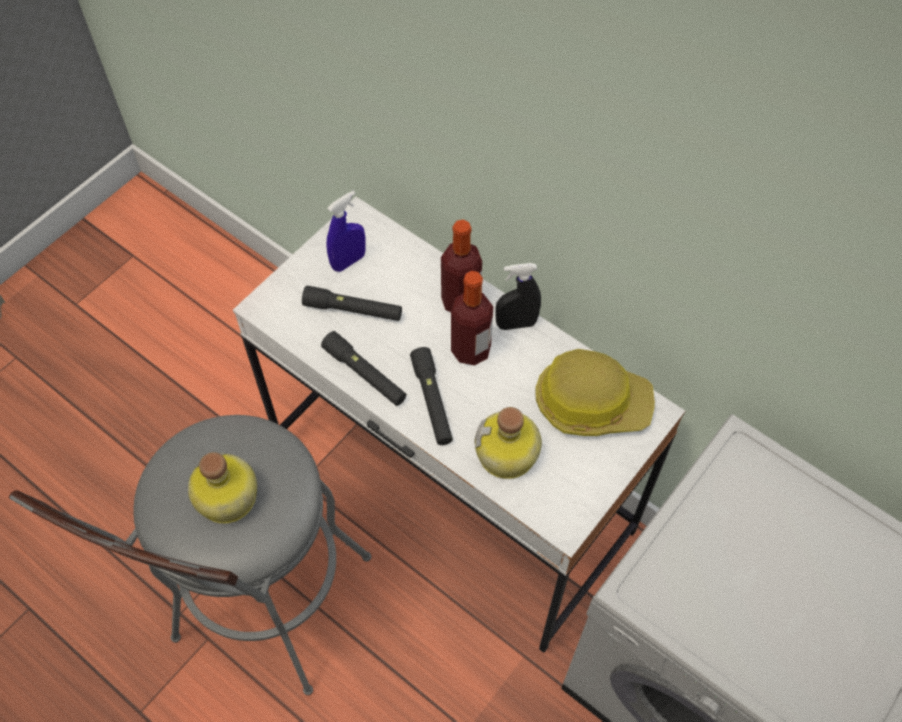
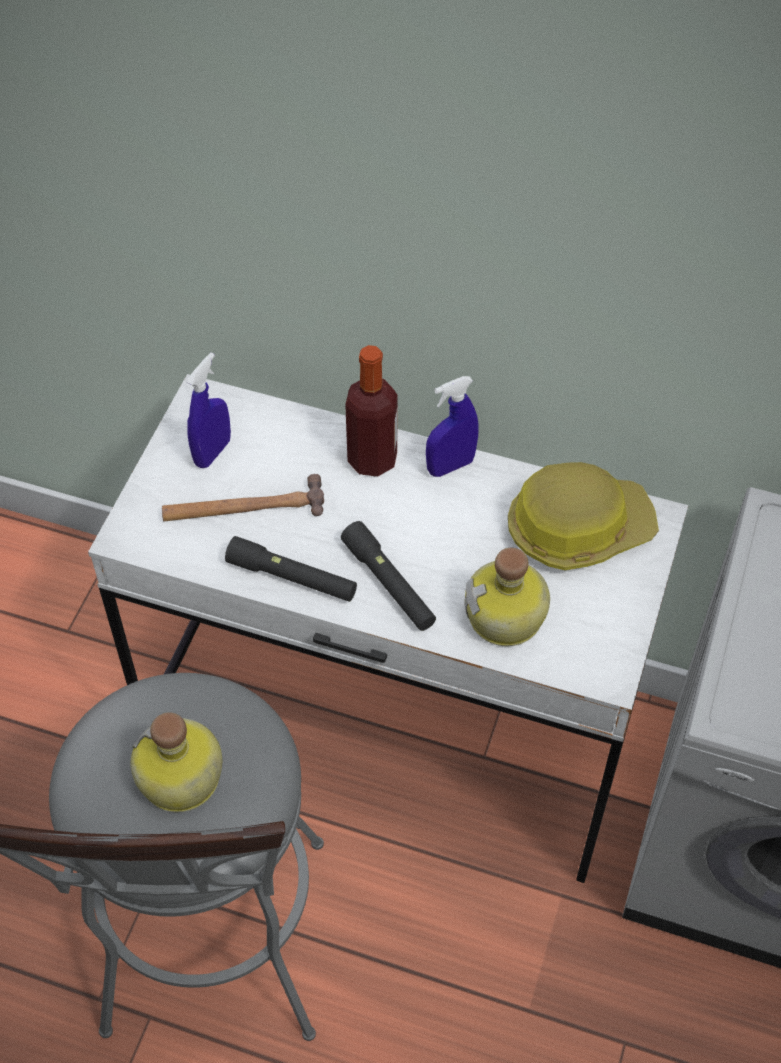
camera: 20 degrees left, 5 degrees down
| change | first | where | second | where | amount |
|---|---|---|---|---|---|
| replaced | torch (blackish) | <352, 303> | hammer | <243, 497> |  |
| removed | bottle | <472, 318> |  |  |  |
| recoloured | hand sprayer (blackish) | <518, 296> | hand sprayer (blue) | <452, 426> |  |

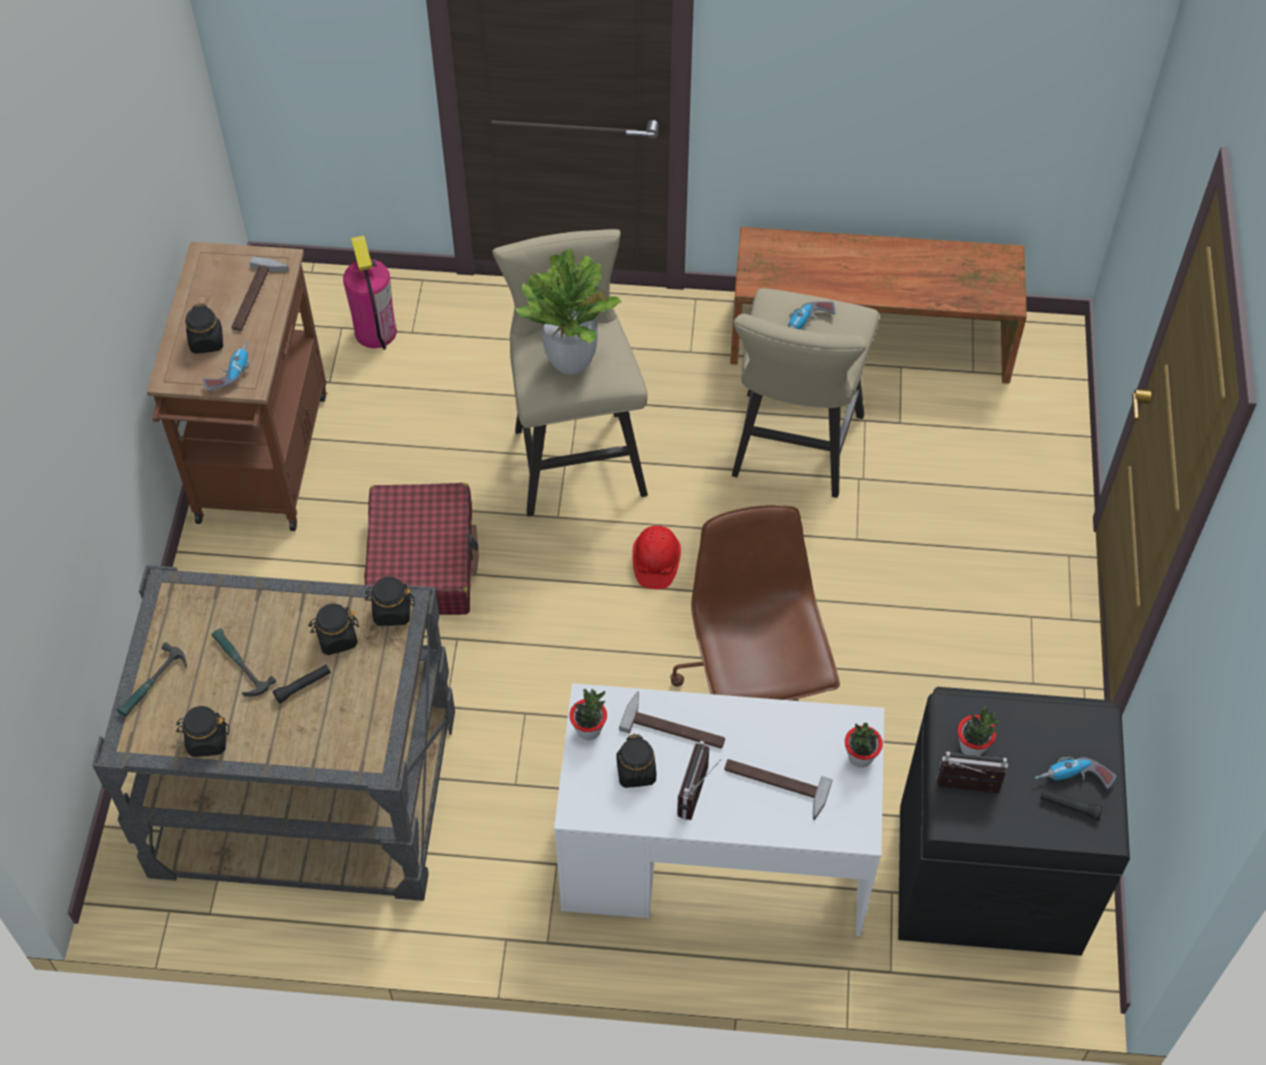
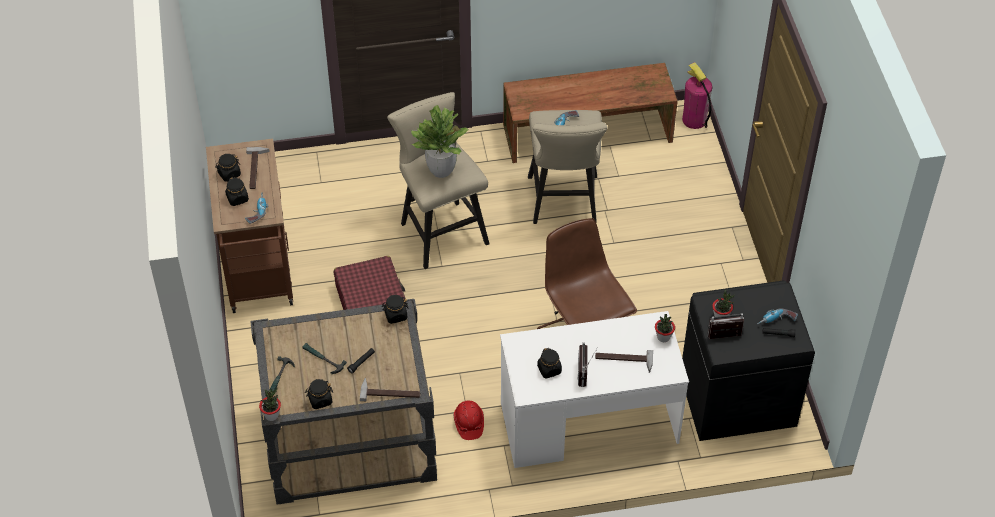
camera: 15 degrees left, 5 degrees down
| change | first | where | second | where | amount |
|---|---|---|---|---|---|
| moved | storage jar (blackish) | <333, 629> |  | <228, 168> |  |
| moved | fire extinguisher | <370, 292> |  | <697, 95> |  |
| moved | plant in a pot | <588, 714> |  | <270, 404> |  |
| moved | hammer | <672, 720> |  | <390, 389> |  |
| moved | hard hat (reddish) | <656, 557> |  | <469, 420> |  |

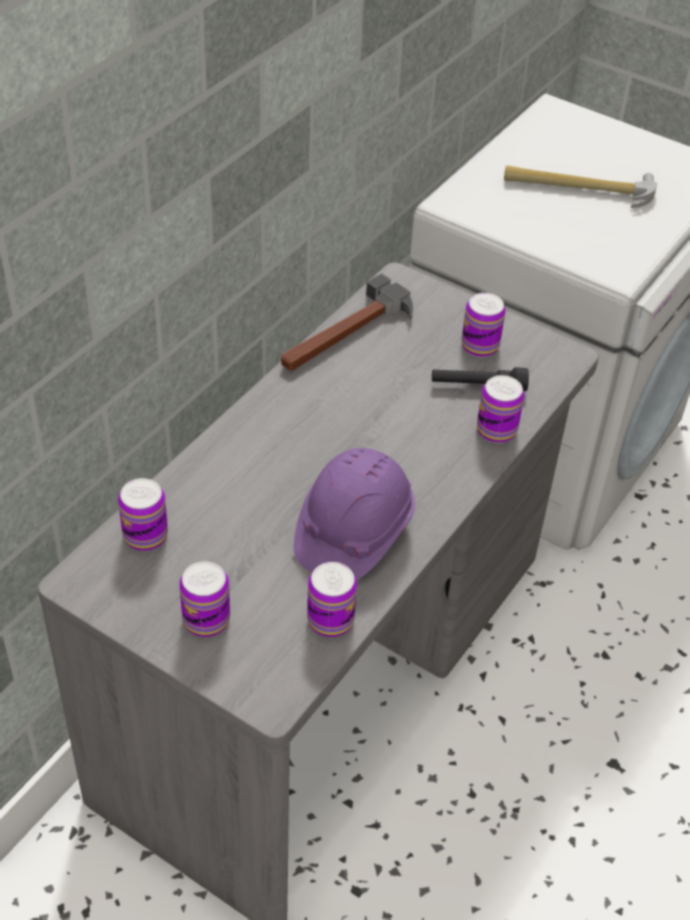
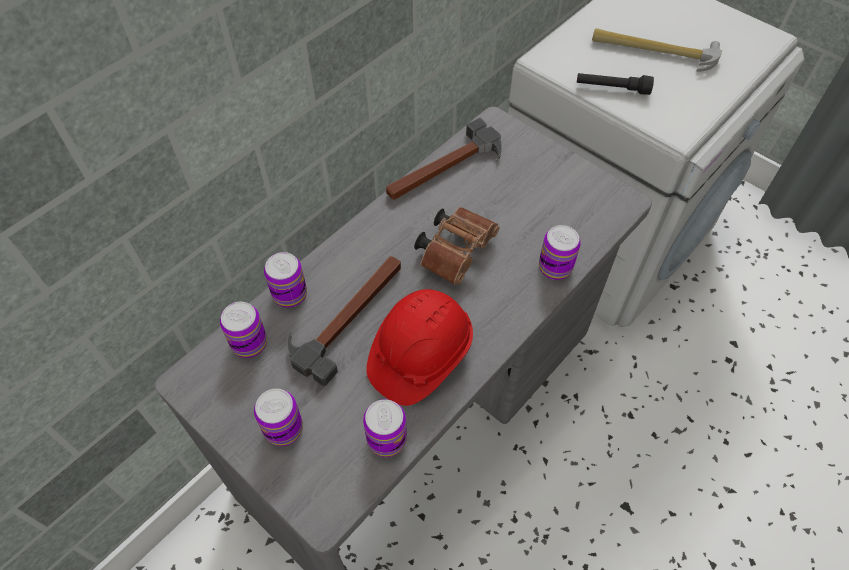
camera: 10 degrees right, 10 degrees up
| change | first | where | second | where | amount |
|---|---|---|---|---|---|
| recoloured | hard hat (purple-coloured) | <354, 514> | hard hat (reddish) | <419, 347> |  |
| moved | torch (blackish) | <480, 379> |  | <615, 84> |  |
| moved | sealed can | <484, 325> |  | <285, 280> |  |
| added |  |  | hammer | <344, 321> |  |
| added |  |  | pair of binoculars (brown-coloured) | <457, 246> |  |

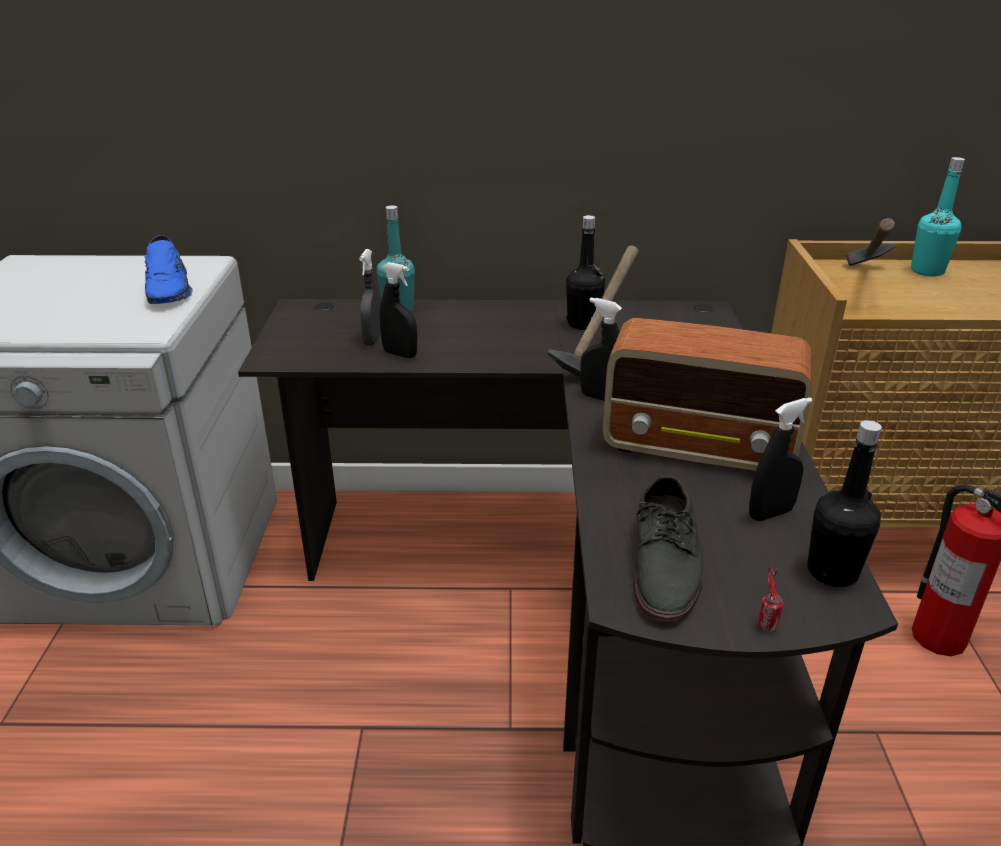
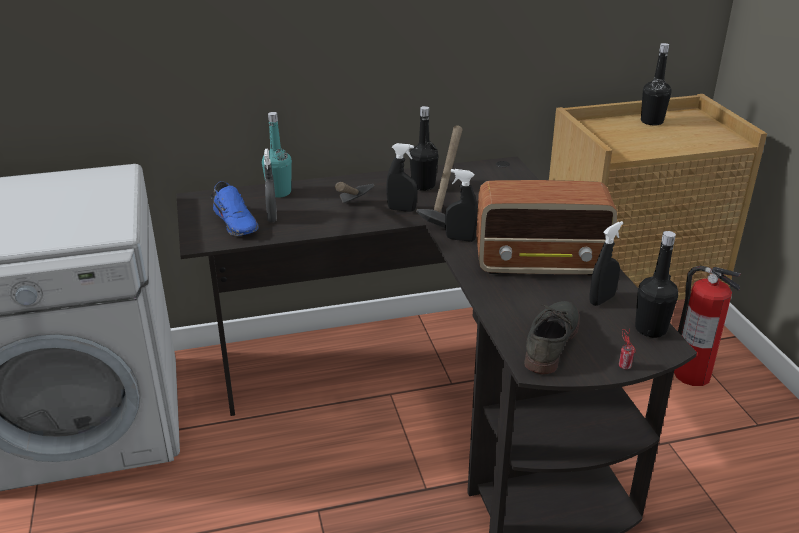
camera: 15 degrees left, 0 degrees up
| change | first | where | second | where | amount |
|---|---|---|---|---|---|
| moved | item of footwear (blue) | <168, 269> |  | <236, 208> |  |
| moved | hand sprayer (blackish) | <398, 310> |  | <402, 177> |  |
| turned | item of footwear (grey) | <668, 549> |  | <552, 337> | 150 degrees counterclockwise |
| moved | hammer | <871, 242> |  | <355, 192> |  |
| recoloured | bottle (blue-green) | <938, 216> | bottle (blackish) | <656, 84> |  |

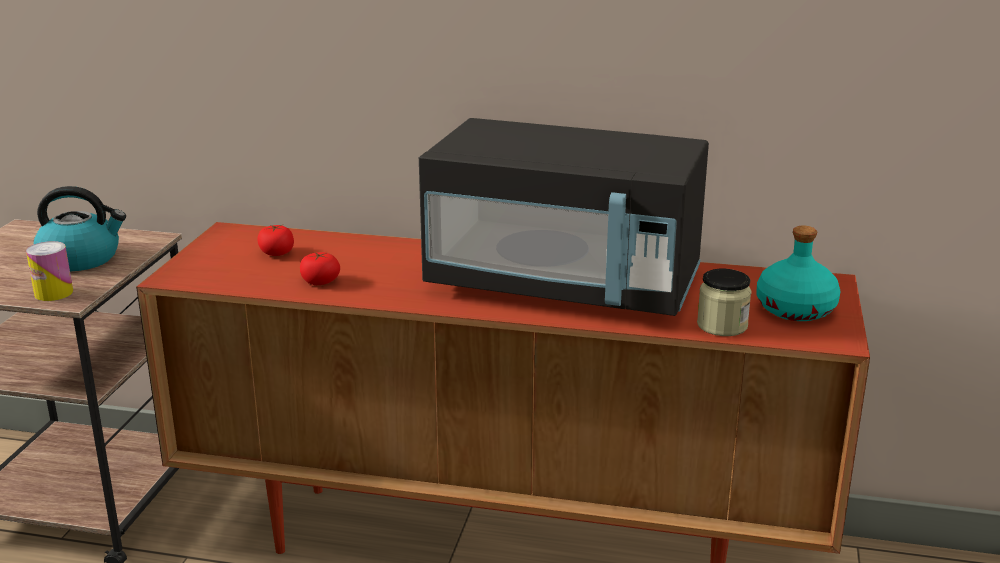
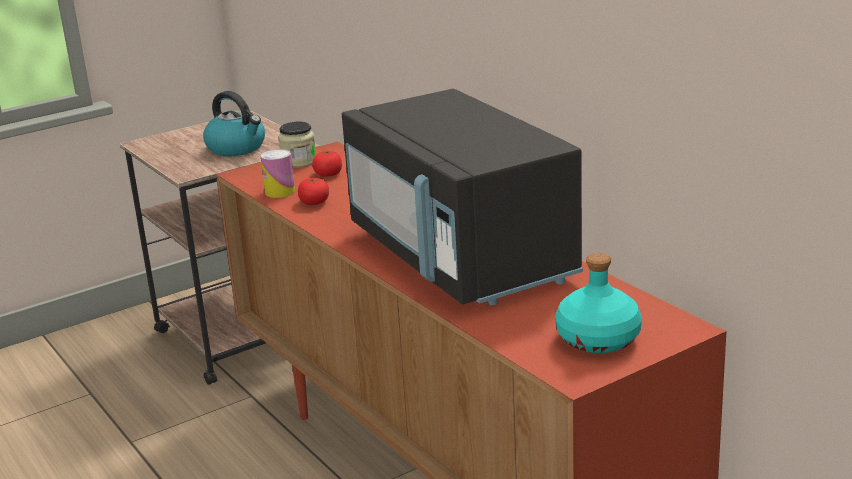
camera: 45 degrees right, 0 degrees up
| change | first | where | second | where | amount |
|---|---|---|---|---|---|
| moved | sealed can | <49, 271> |  | <278, 173> |  |
| moved | storage jar | <724, 302> |  | <297, 145> |  |

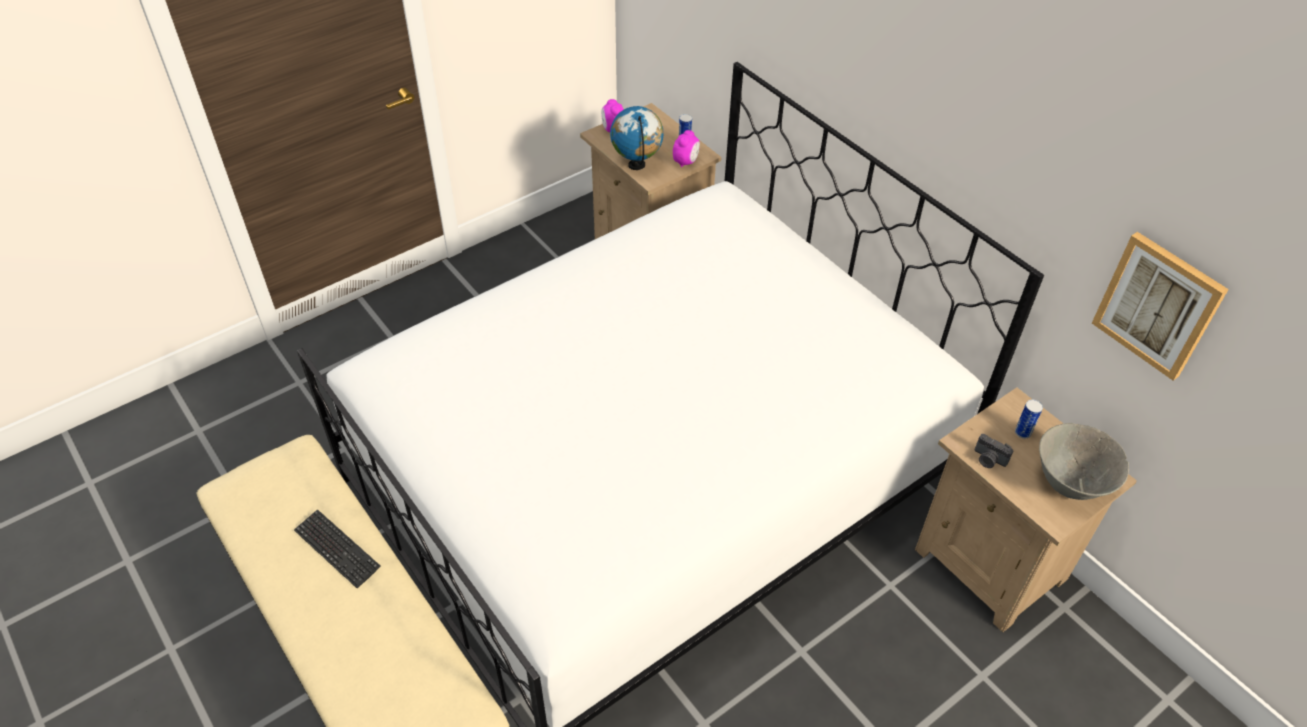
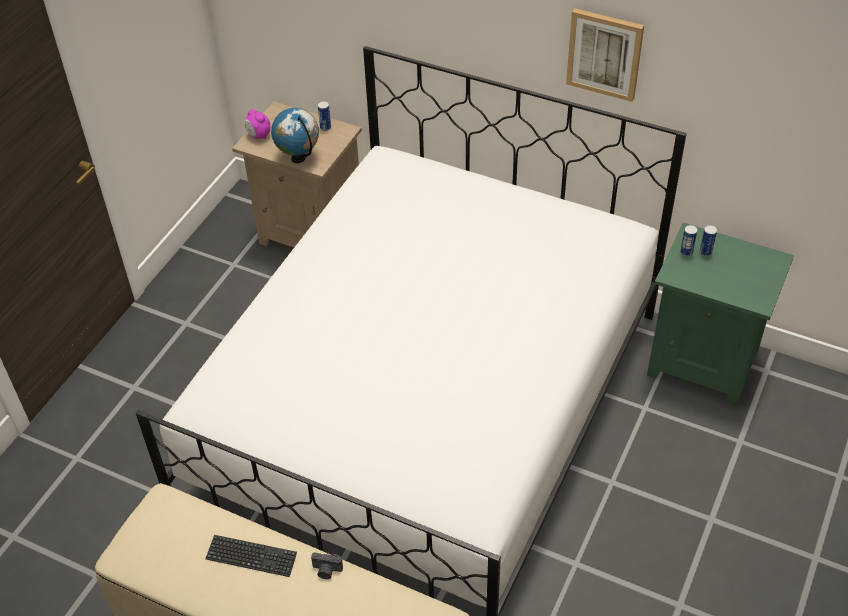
camera: 25 degrees left, 0 degrees up
| change | first | where | second | where | amount |
|---|---|---|---|---|---|
| removed | alarm clock | <686, 148> |  |  |  |
| recoloured | nightstand (beige) | <1026, 509> | nightstand (green) | <720, 314> |  |
| moved | still camera | <993, 451> |  | <327, 565> |  |
| removed | deep dish (grey) | <1084, 461> |  |  |  |
| moved | wall art | <1160, 306> |  | <605, 55> |  |
| added |  |  | sealed can | <688, 241> |  |

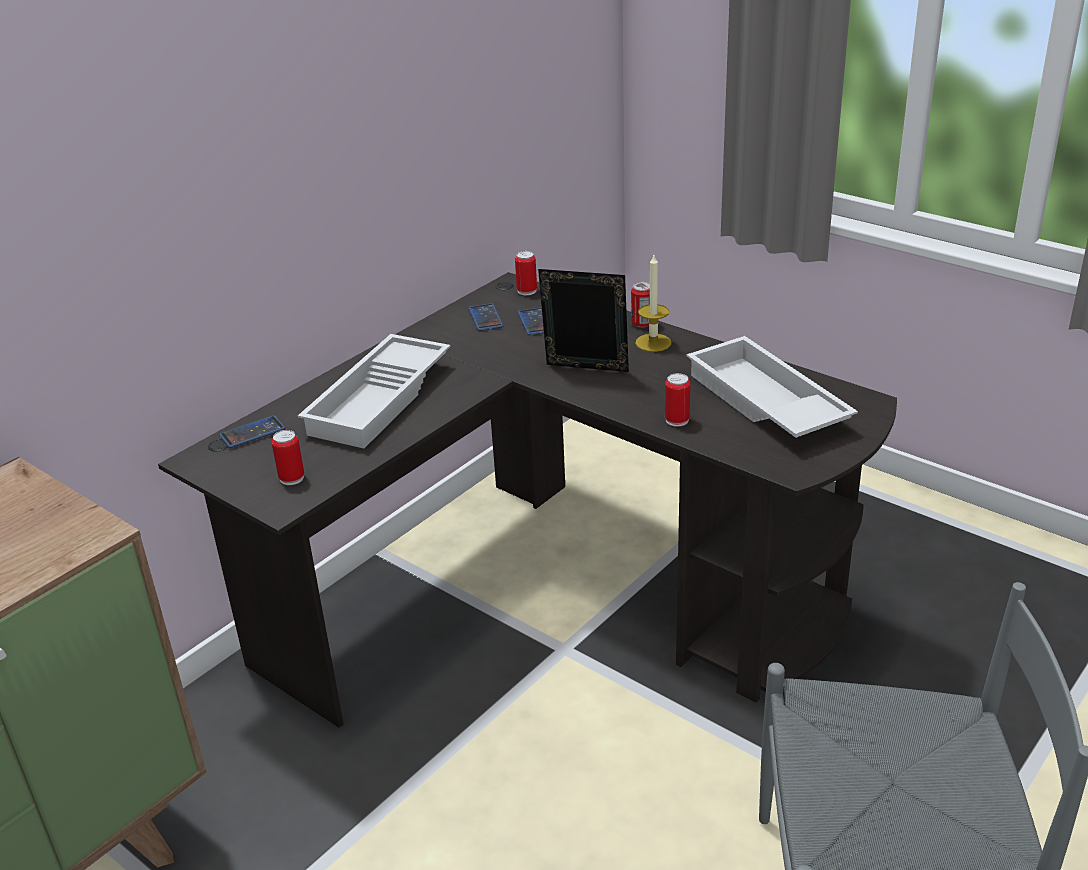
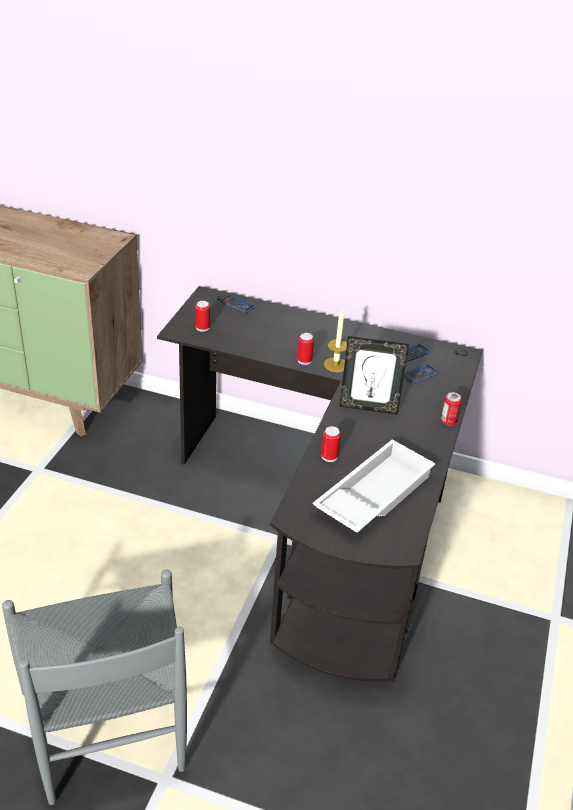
camera: 65 degrees right, 5 degrees up
| change | first | where | second | where | amount |
|---|---|---|---|---|---|
| removed | tray (whitish) | <374, 391> |  |  |  |
| moved | sealed can | <526, 273> |  | <305, 349> |  |
| turned | picture frame | <583, 320> |  | <374, 375> | 105 degrees clockwise |
| moved | wax candle | <653, 303> |  | <335, 341> |  |

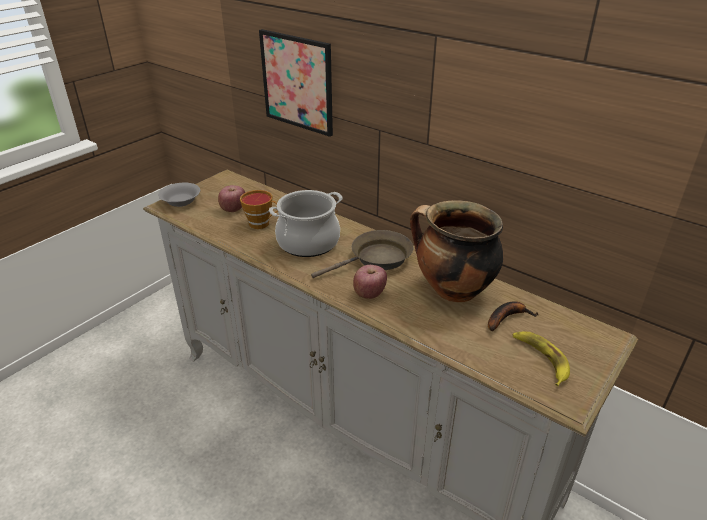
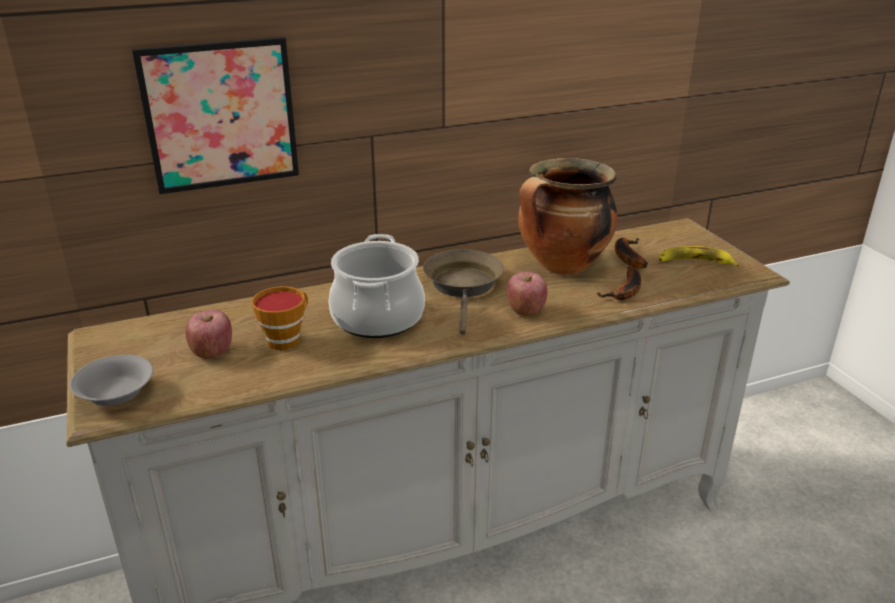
camera: 60 degrees left, 5 degrees down
| change | first | where | second | where | amount |
|---|---|---|---|---|---|
| added |  |  | banana | <619, 283> |  |

